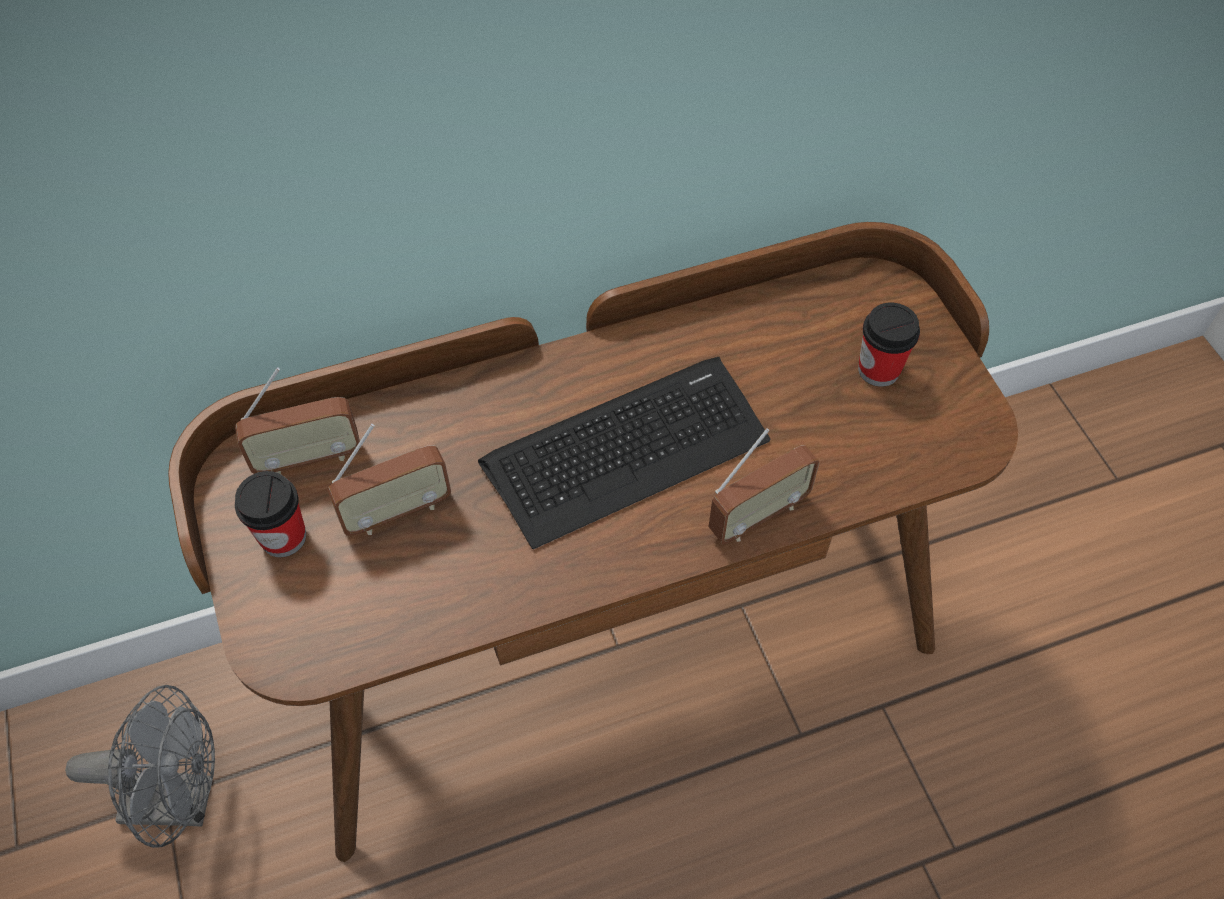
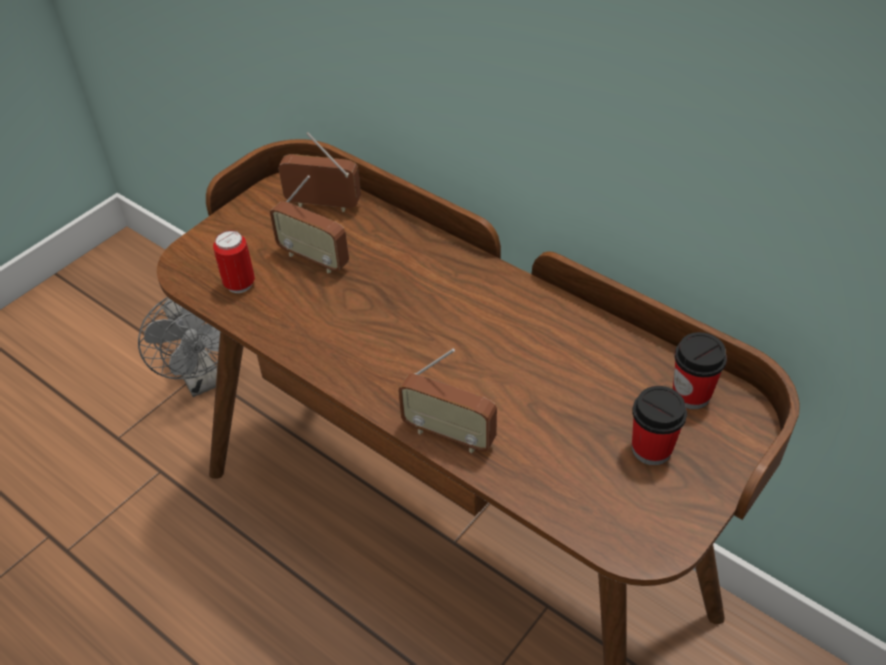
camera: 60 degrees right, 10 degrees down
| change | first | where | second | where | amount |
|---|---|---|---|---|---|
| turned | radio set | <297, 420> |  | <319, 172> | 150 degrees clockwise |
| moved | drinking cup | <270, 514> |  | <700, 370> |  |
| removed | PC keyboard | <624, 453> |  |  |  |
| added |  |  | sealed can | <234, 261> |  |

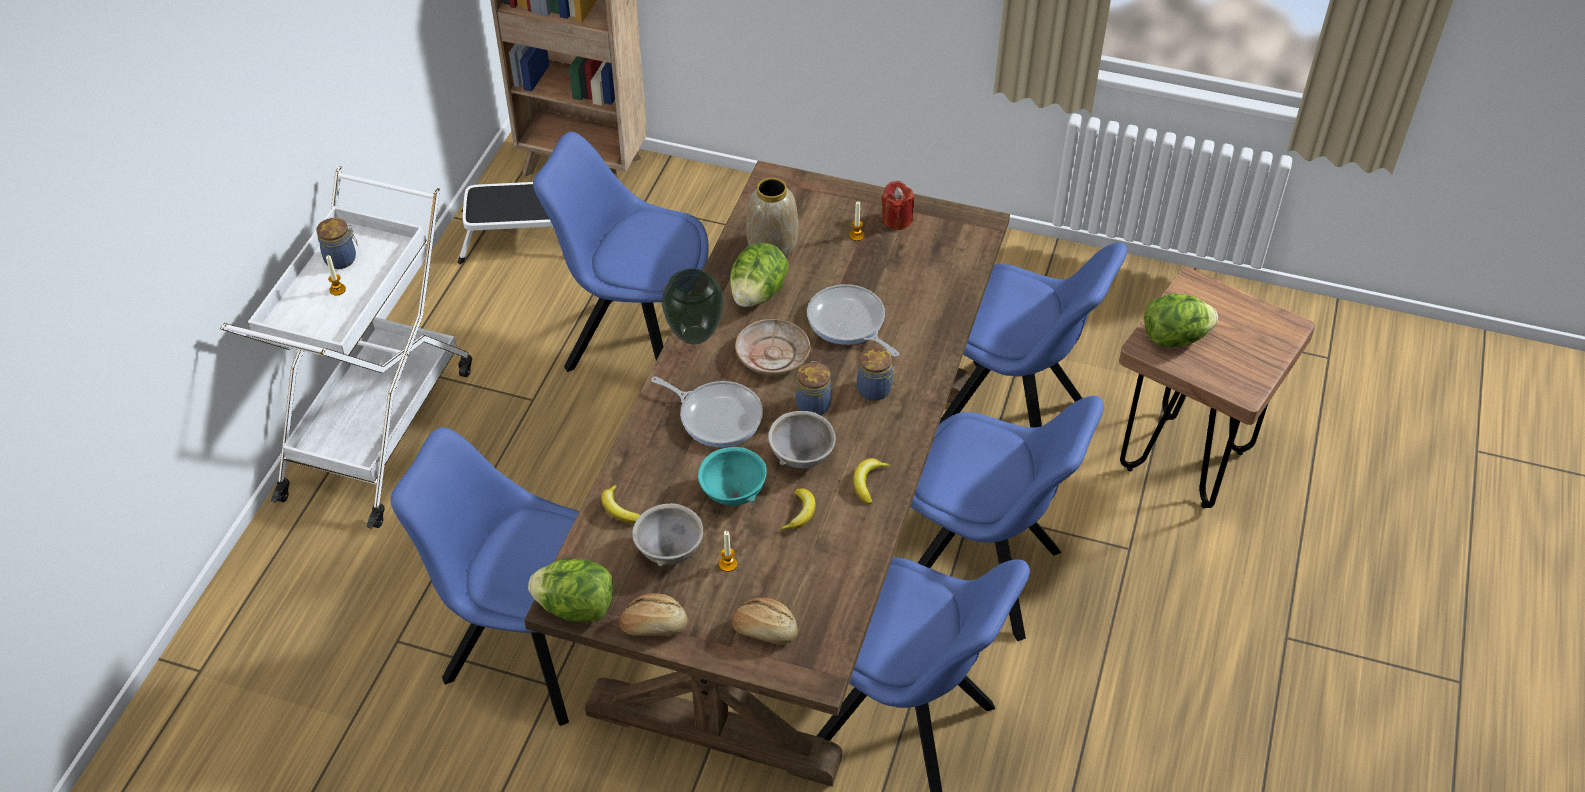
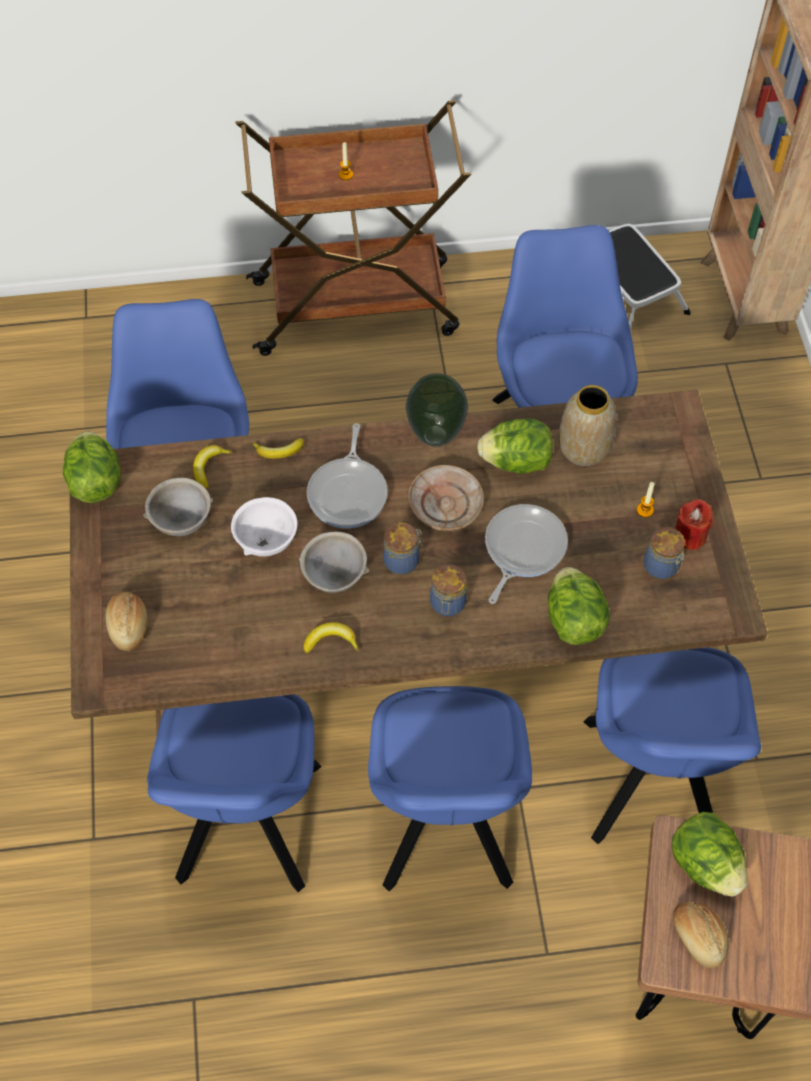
camera: 65 degrees right, 10 degrees up
| change | first | where | second | where | amount |
|---|---|---|---|---|---|
| recoloured | wheeled cart (whitish) | <346, 347> | wheeled cart (brown-coloured) | <353, 228> |  |
| moved | storage jar | <337, 243> |  | <664, 553> |  |
| moved | baked bread | <653, 614> |  | <701, 935> |  |
| recoloured | deep dish (blue-green) | <732, 476> | deep dish (whitish) | <264, 527> |  |
| removed | wax candle | <728, 551> |  |  |  |
| moved | banana | <797, 509> |  | <278, 448> |  |
| added |  |  | head of lettuce | <579, 606> |  |

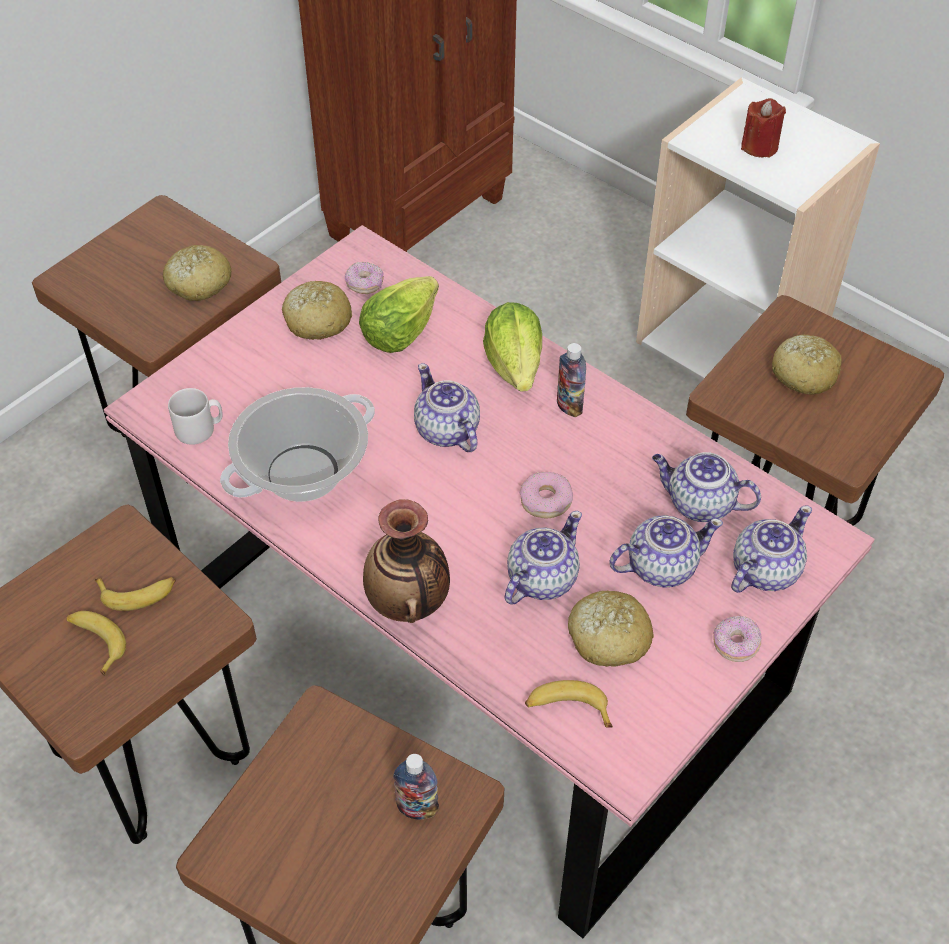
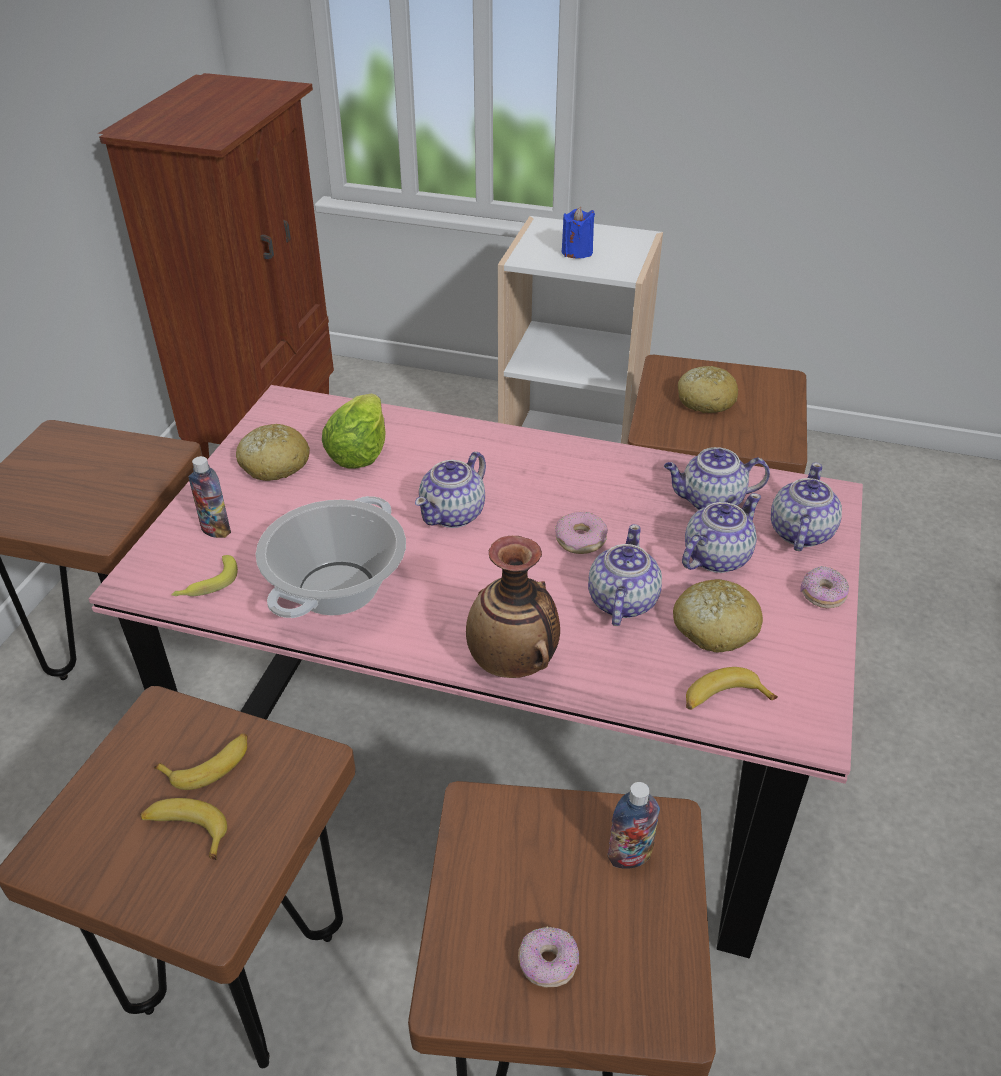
camera: 25 degrees left, 10 degrees down
| change | first | where | second | where | amount |
|---|---|---|---|---|---|
| removed | baked bread | <197, 273> |  |  |  |
| replaced | mug (grey) | <195, 416> | banana | <205, 575> |  |
| moved | ring doughnut | <364, 278> |  | <548, 957> |  |
| turned | tea pot | <447, 407> |  | <450, 490> | 90 degrees counterclockwise |
| removed | head of lettuce | <512, 347> |  |  |  |
| moved | bottle | <571, 380> |  | <209, 497> |  |
| recoloured | wax candle (reddish) | <763, 128> | wax candle (blue) | <578, 233> |  |

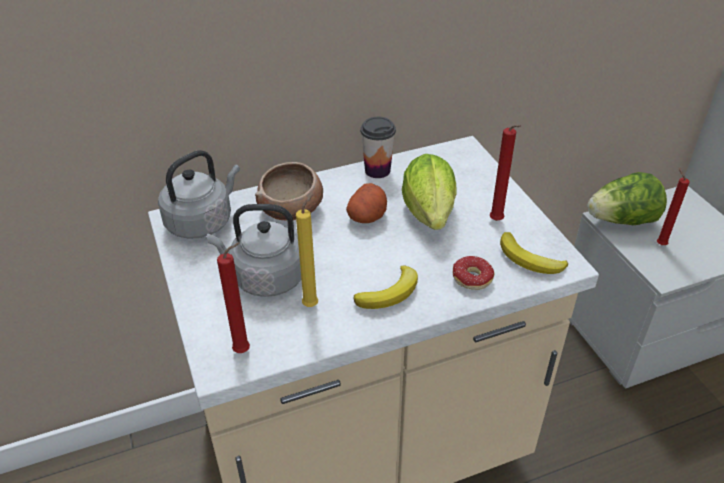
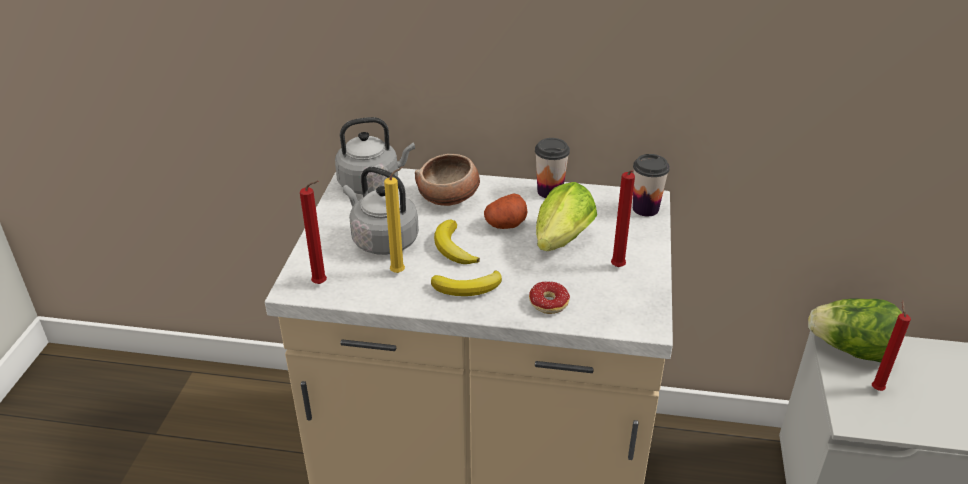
camera: 30 degrees right, 5 degrees down
| change | first | where | second | where | amount |
|---|---|---|---|---|---|
| moved | banana | <534, 253> |  | <457, 242> |  |
| added |  |  | drinking cup | <651, 185> |  |

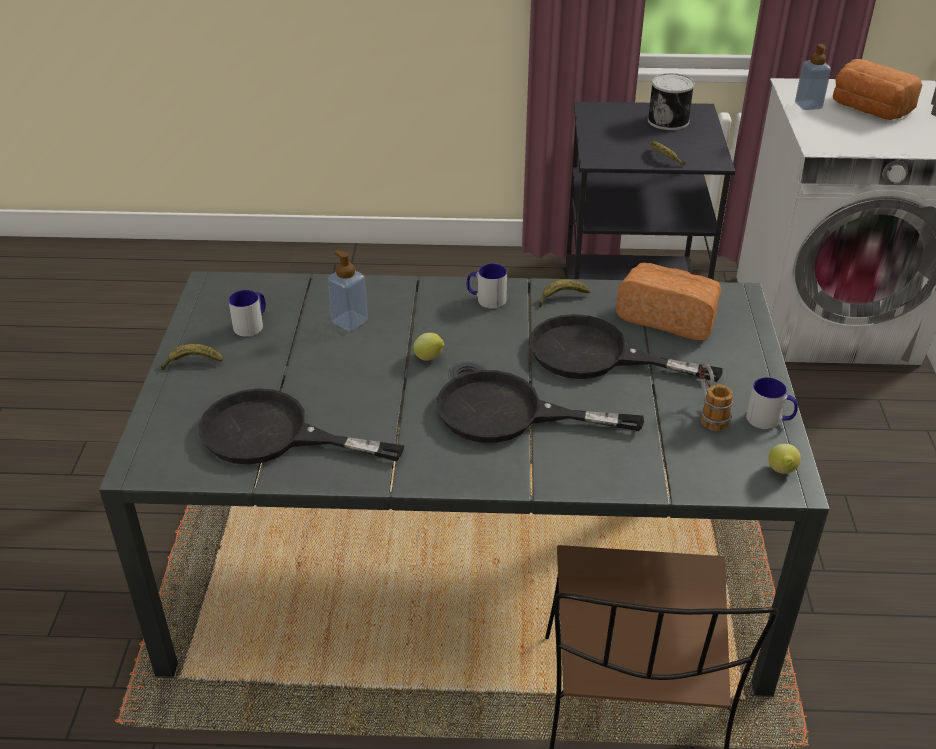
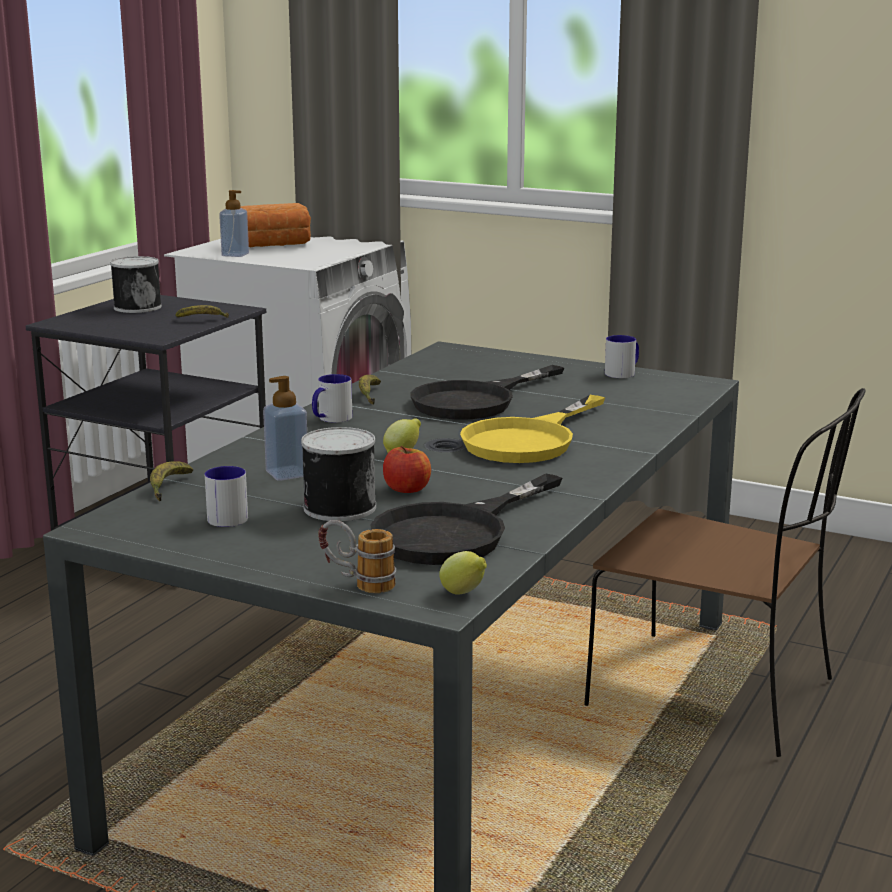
camera: 65 degrees left, 20 degrees down
| change | first | where | second | where | amount |
|---|---|---|---|---|---|
| moved | banana | <192, 357> |  | <171, 481> |  |
| recoloured | pan (blackish) | <540, 406> | pan (yellow) | <532, 429> |  |
| removed | baked bread | <669, 301> |  |  |  |
| moved | mug | <716, 397> |  | <357, 556> |  |
| moved | lemon | <785, 459> |  | <463, 573> |  |
| added |  |  | sealed can | <338, 474> |  |
| added |  |  | apple | <407, 469> |  |

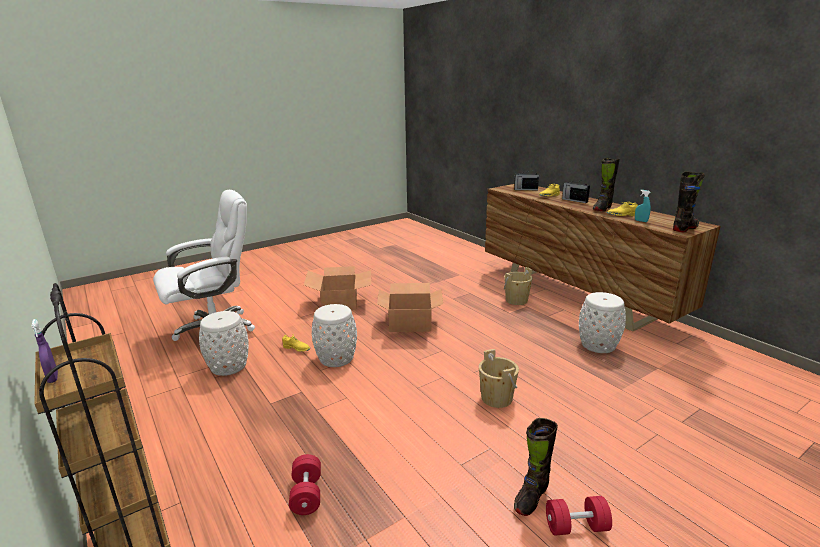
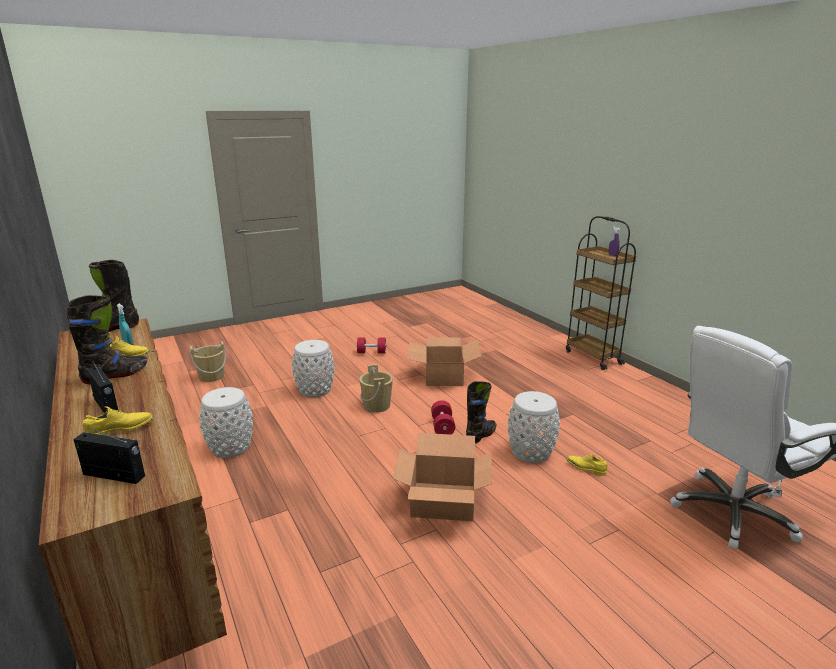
camera: 175 degrees left, 0 degrees up
| change | first | where | second | where | amount |
|---|---|---|---|---|---|
| moved | sitting stool (whitish) | <224, 343> |  | <313, 368> |  |
| moved | free weight (reddish) | <305, 484> |  | <443, 417> |  |
| moved | carton | <337, 288> |  | <444, 361> |  |
| moved | pail (beige) | <518, 286> |  | <208, 361> |  |
| moved | tall boot (blackish) | <536, 467> |  | <481, 412> |  |

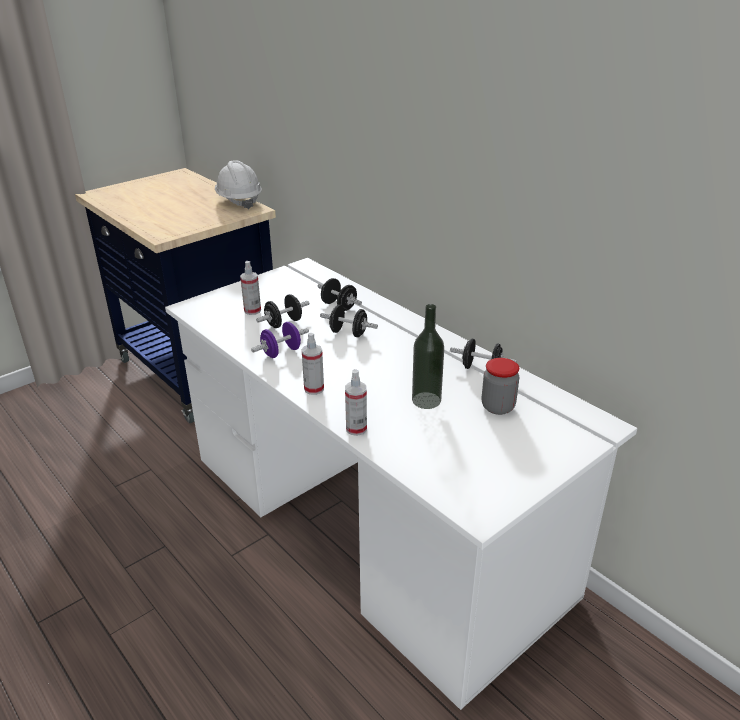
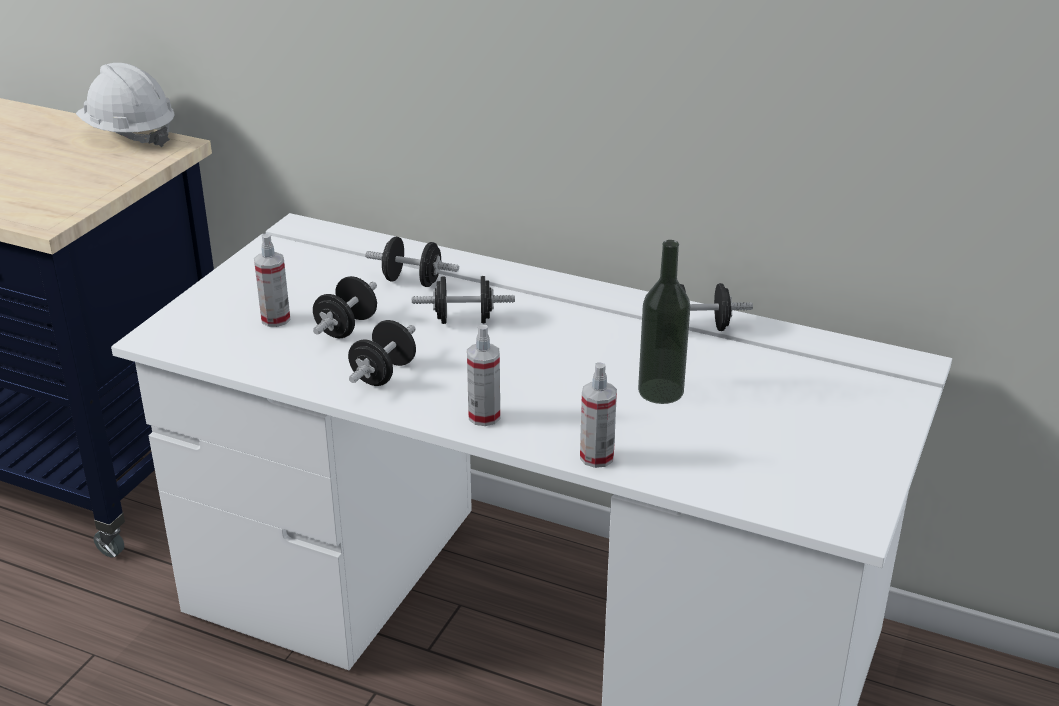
camera: 25 degrees left, 0 degrees up
| change | first | where | second | where | amount |
|---|---|---|---|---|---|
| recoloured | free weight (purple-coloured) | <280, 340> | free weight (blackish) | <382, 353> |  |
| removed | storage jar | <500, 386> |  |  |  |

